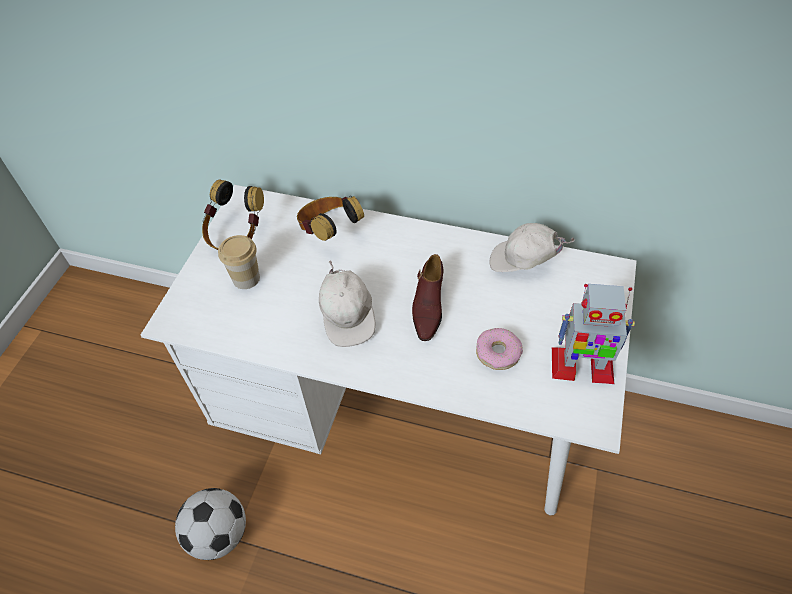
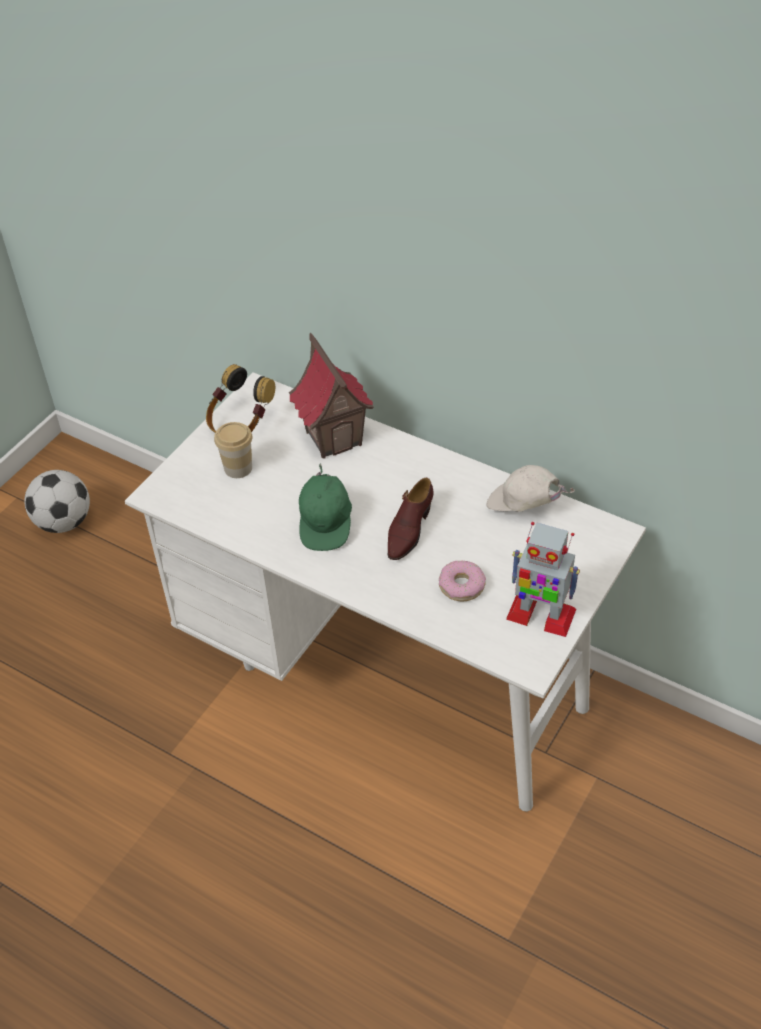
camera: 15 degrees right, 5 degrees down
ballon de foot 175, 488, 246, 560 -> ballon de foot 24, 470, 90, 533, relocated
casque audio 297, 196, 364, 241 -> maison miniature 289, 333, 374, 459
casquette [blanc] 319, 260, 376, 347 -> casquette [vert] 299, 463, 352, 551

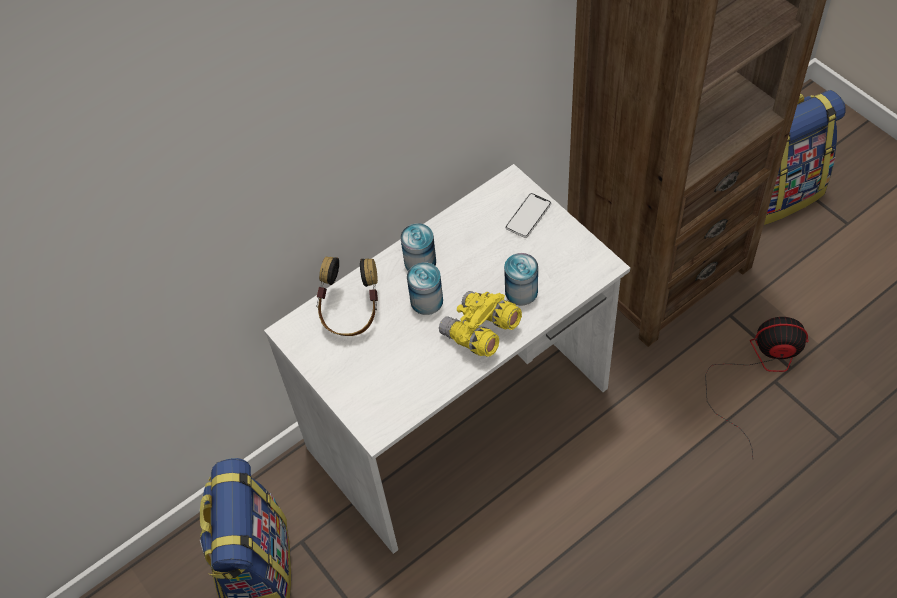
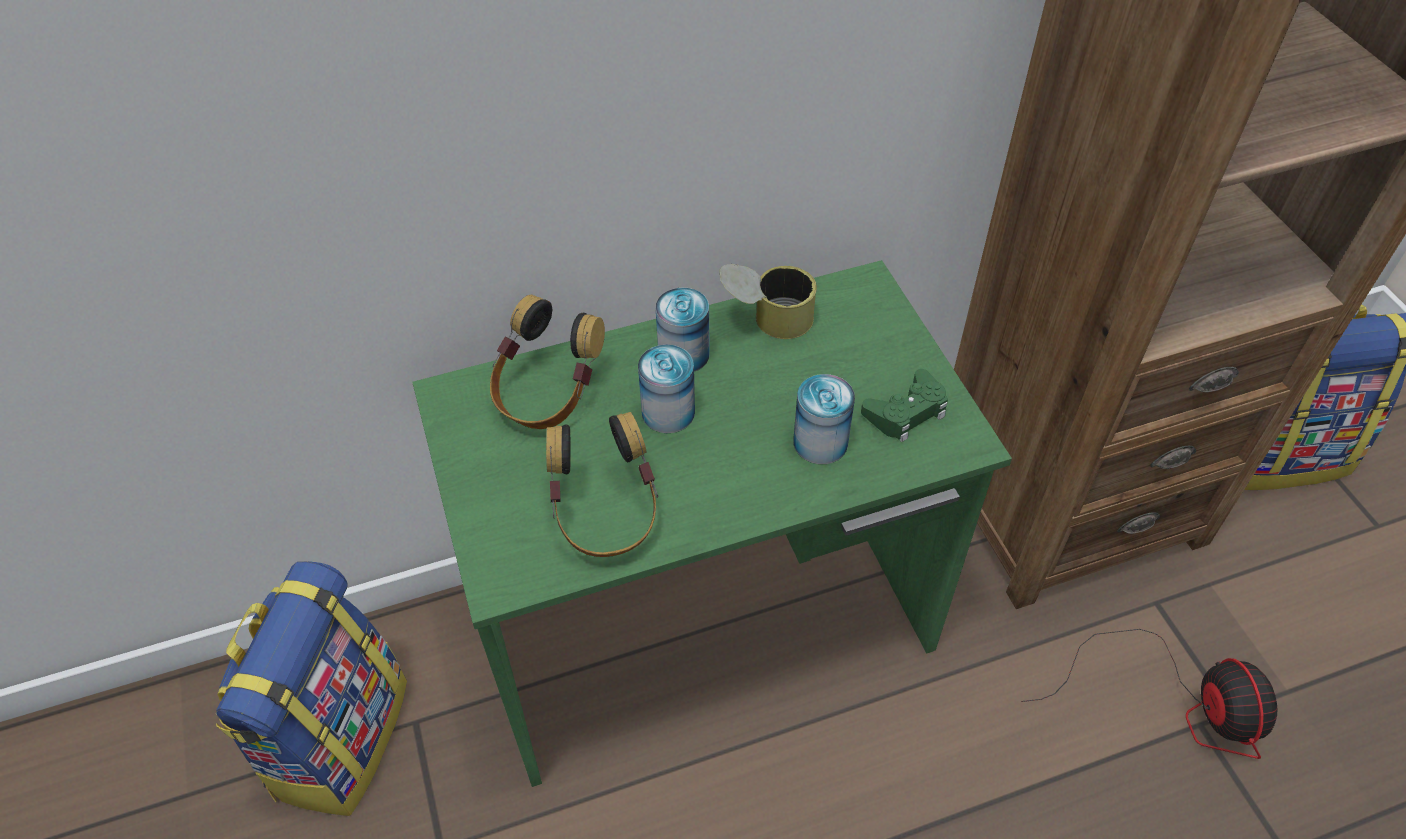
camera: 15 degrees right, 5 degrees down
jumelles [jaune] 439, 291, 522, 357 -> none
téléphone 505, 193, 551, 238 -> none
none -> casque audio 546, 412, 658, 557
none -> boîte métallique 720, 264, 817, 339
none -> manette [vert] 861, 369, 948, 442
bureau [blanc] 264, 164, 630, 554 -> bureau [vert] 412, 260, 1012, 787
ventilateur 705, 317, 809, 458 -> ventilateur 1021, 629, 1277, 759, 60 degrees clockwise

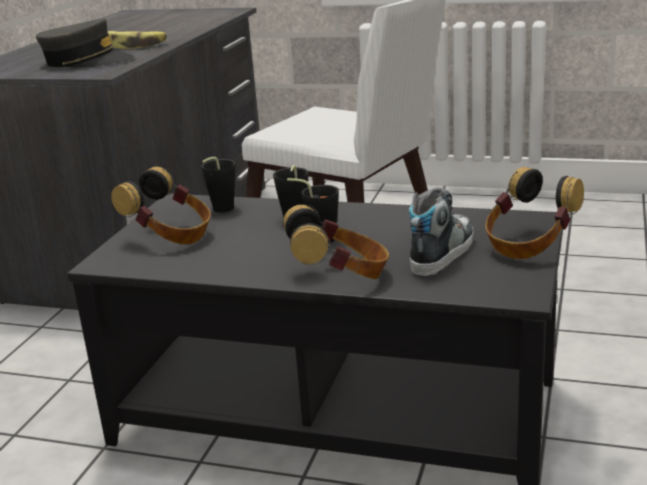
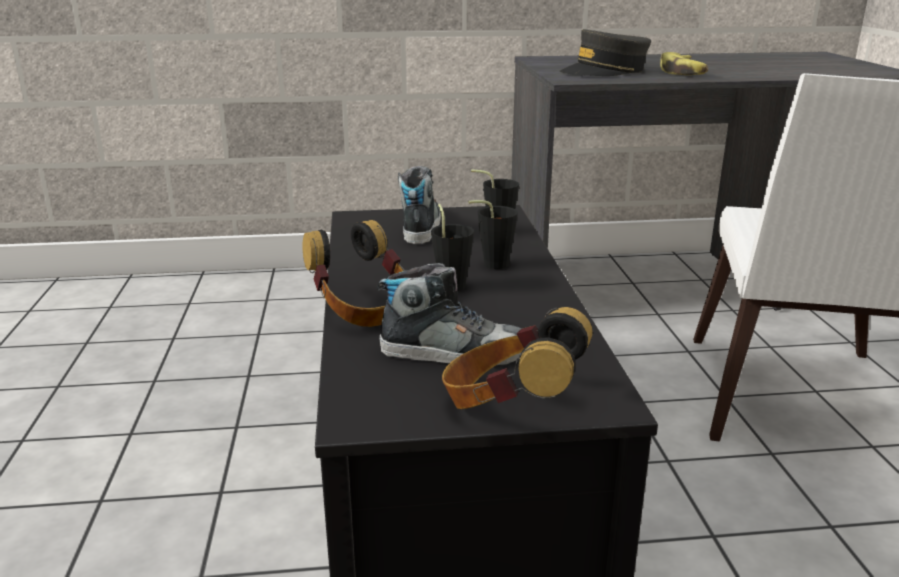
camera: 65 degrees right, 0 degrees up
casque audio 111, 167, 211, 244 -> chaussure 398, 166, 441, 244
casquette [gris] 36, 18, 135, 68 -> casquette [gris] 559, 29, 651, 76, 90 degrees clockwise

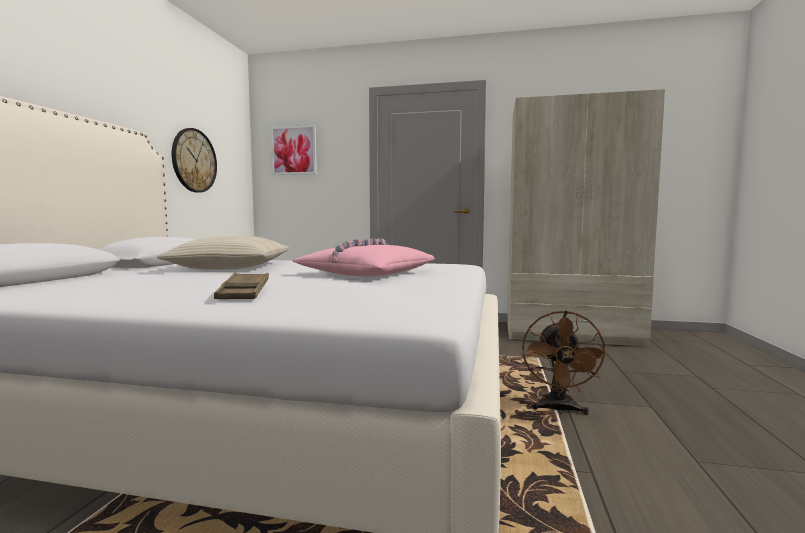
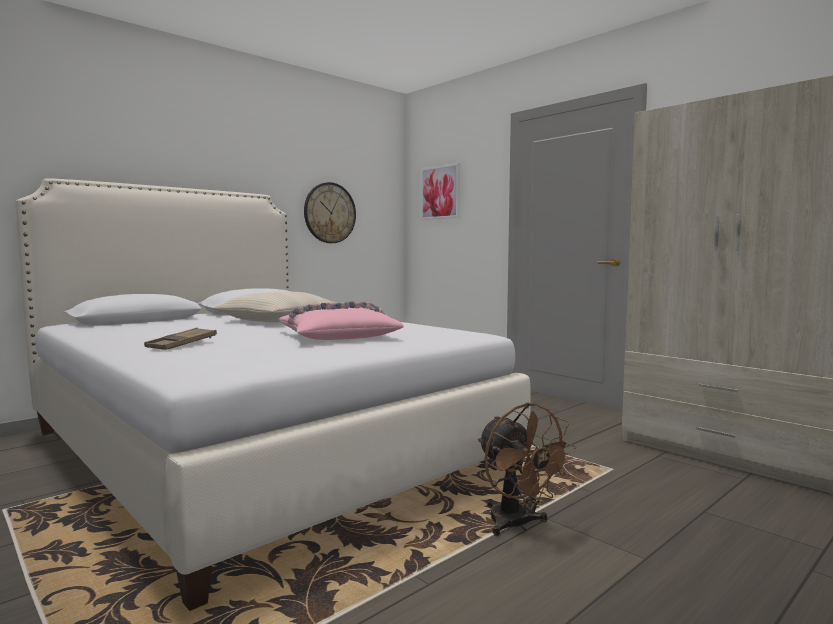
camera: 35 degrees right, 0 degrees up
ventilateur [marron] 522, 310, 609, 415 -> ventilateur [marron] 478, 403, 576, 536, 75 degrees counterclockwise

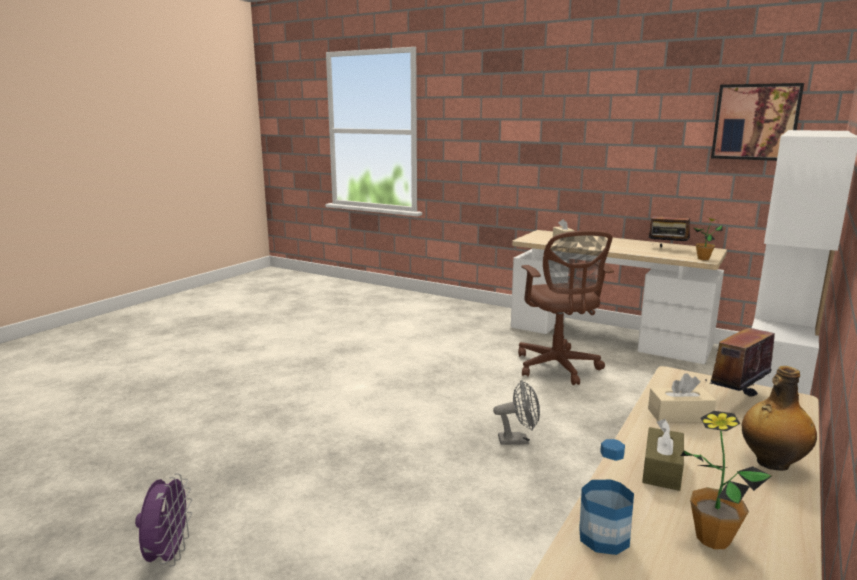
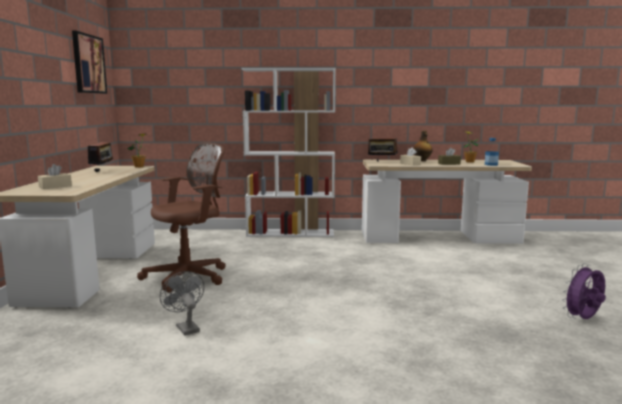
camera: 120 degrees left, 5 degrees down
ventilateur [gris] 493, 380, 540, 445 -> ventilateur [gris] 160, 271, 204, 336, relocated

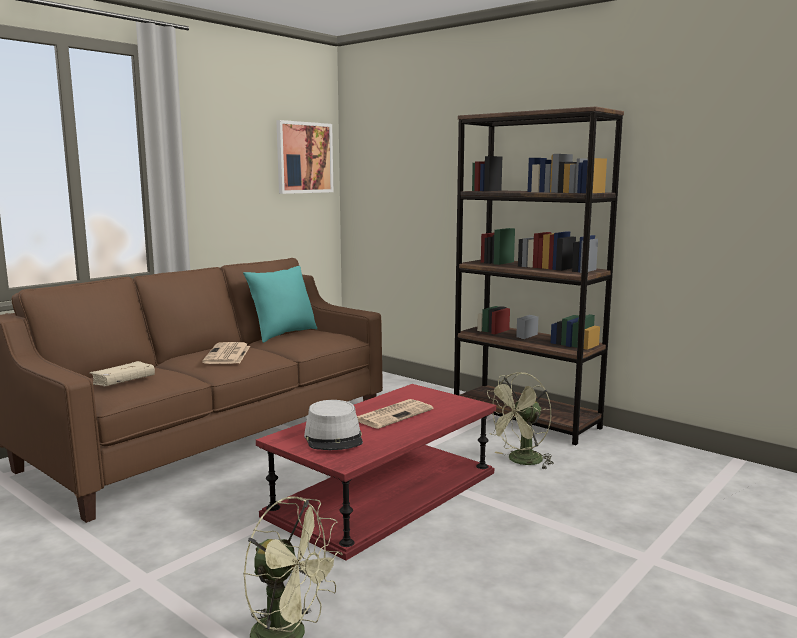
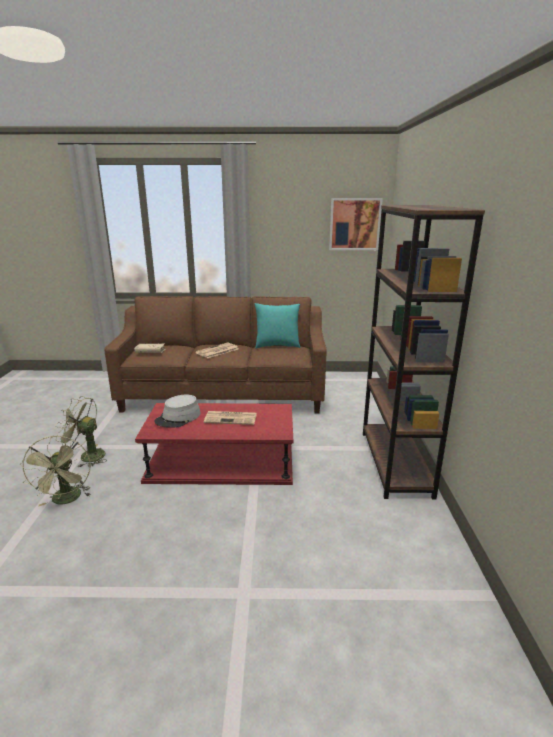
camera: 50 degrees right, 10 degrees up
ventilateur [vert] 487, 372, 554, 470 -> ventilateur [vert] 55, 396, 107, 467, relocated

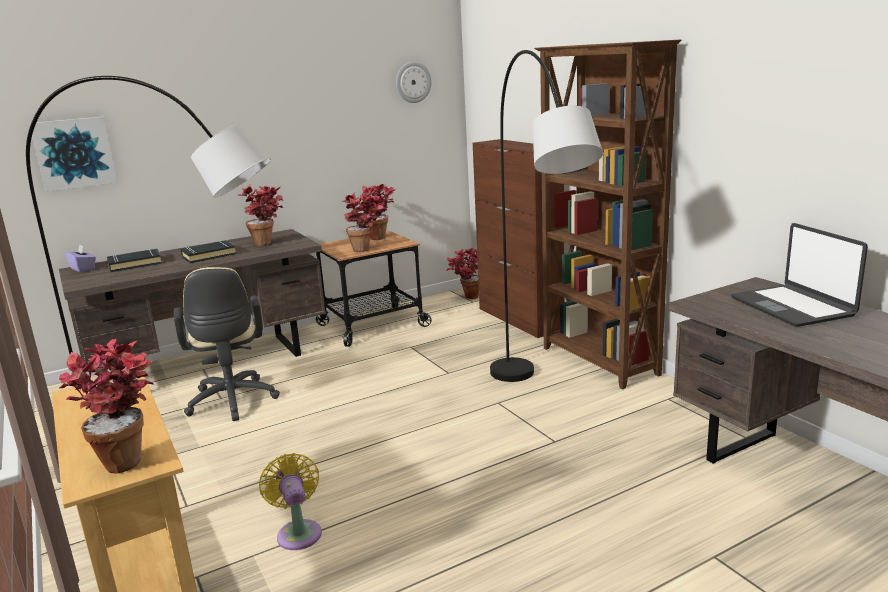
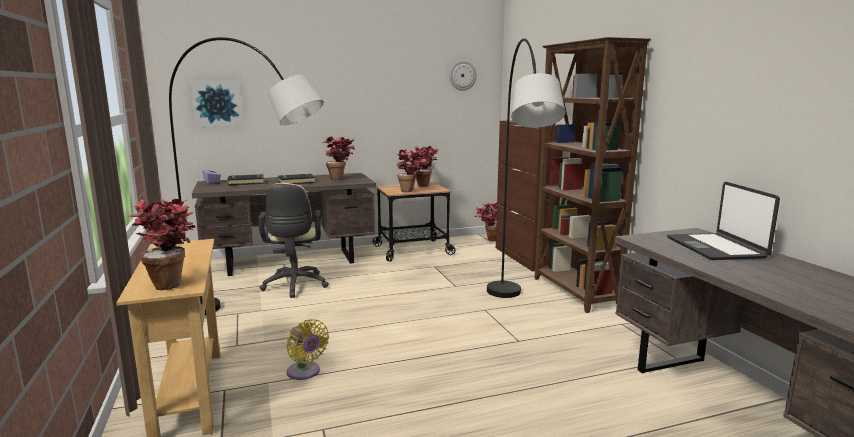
camera: 10 degrees right, 5 degrees down
ventilateur [jaune] 259, 453, 322, 550 -> ventilateur [jaune] 286, 319, 329, 380, 150 degrees clockwise

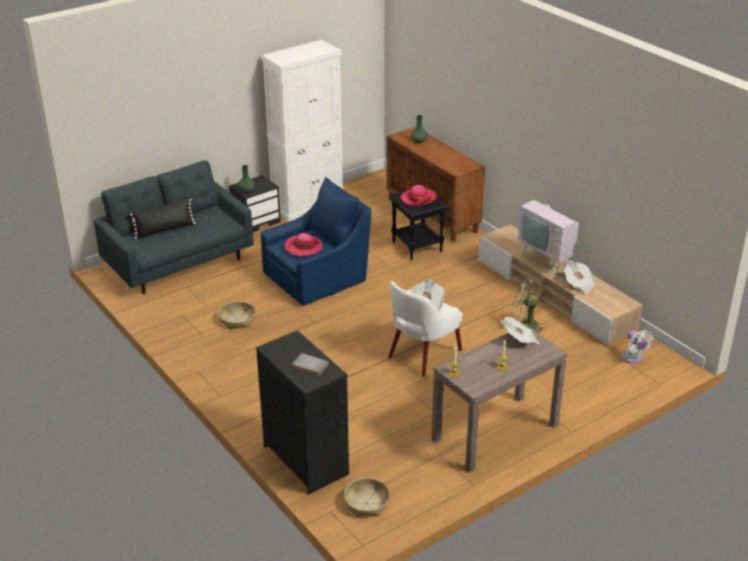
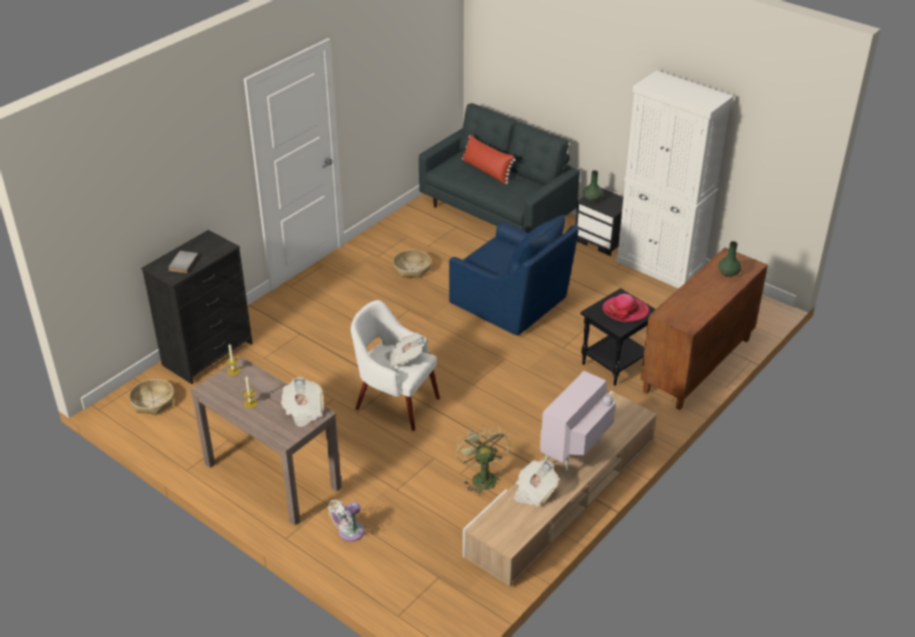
camera: 75 degrees right, 5 degrees up
chapeau 284, 233, 323, 256 -> none
ventilateur [blanc] 622, 330, 653, 364 -> ventilateur [blanc] 328, 499, 365, 542, relocated
coussin [noir] 130, 197, 195, 239 -> coussin [rouge] 462, 135, 515, 184

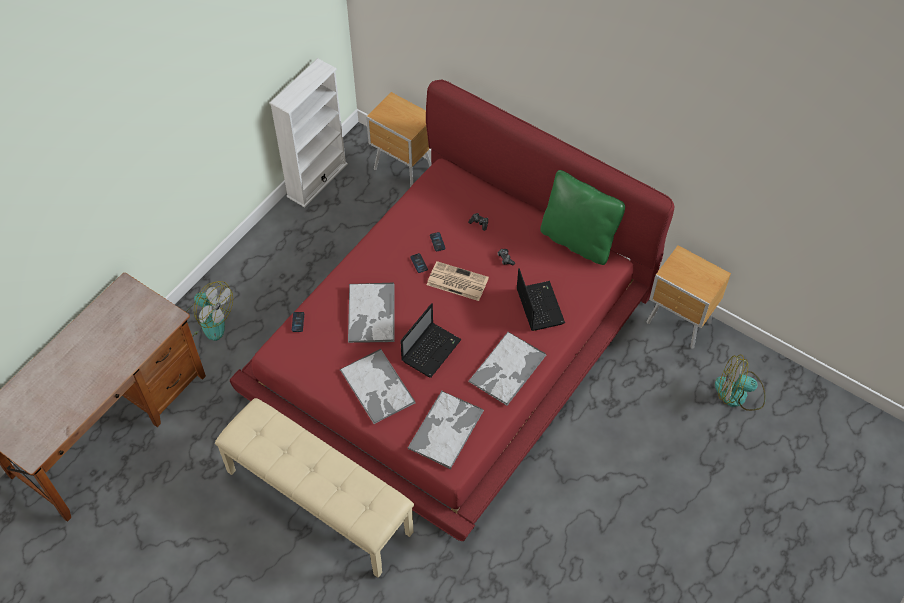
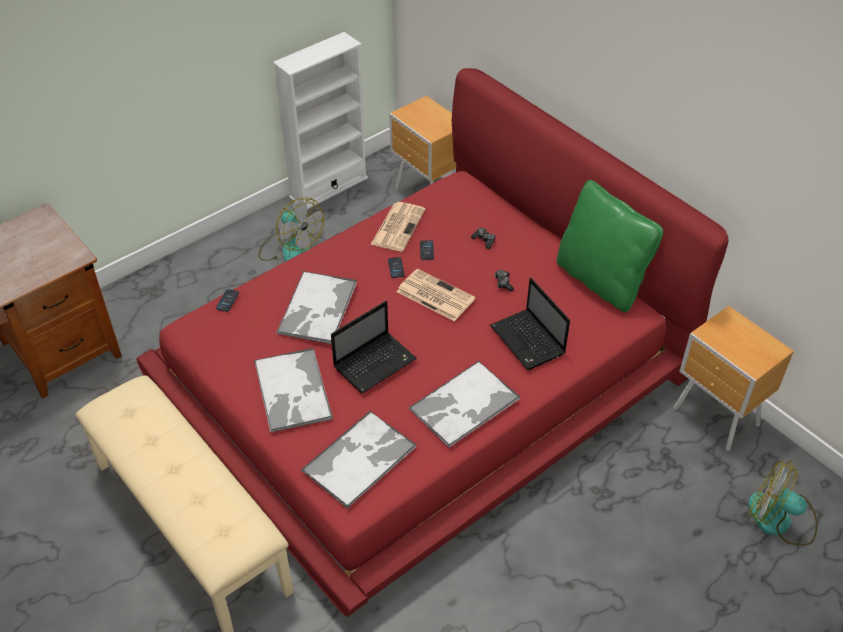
camera: 15 degrees right, 10 degrees down
none -> journal 370, 202, 426, 252
ventilateur 186, 281, 233, 341 -> ventilateur 259, 197, 324, 262, relocated
ordinateur portable 517, 268, 565, 331 -> ordinateur portable 490, 278, 570, 370, 150 degrees clockwise

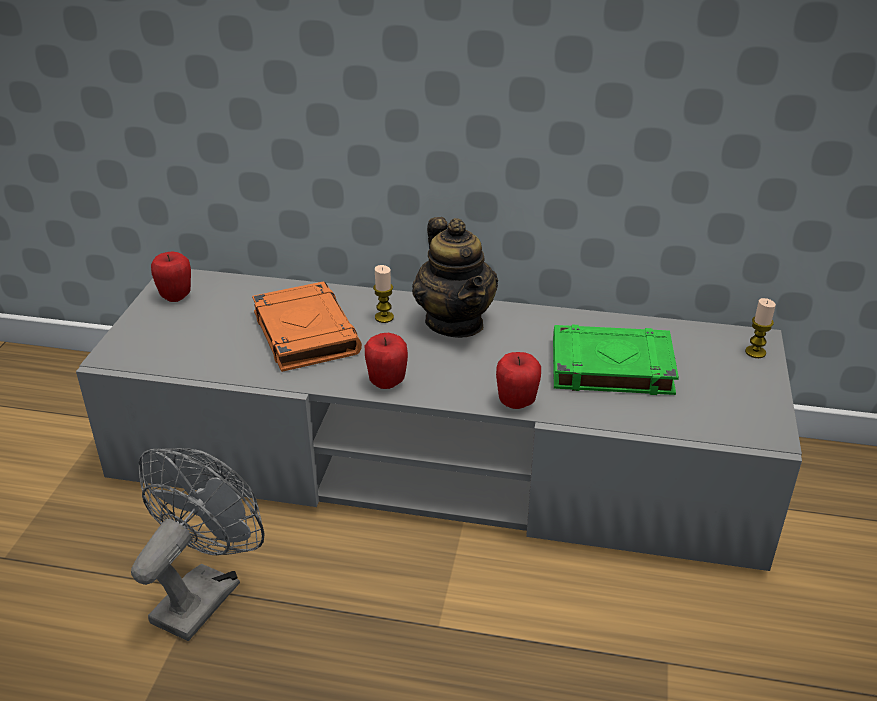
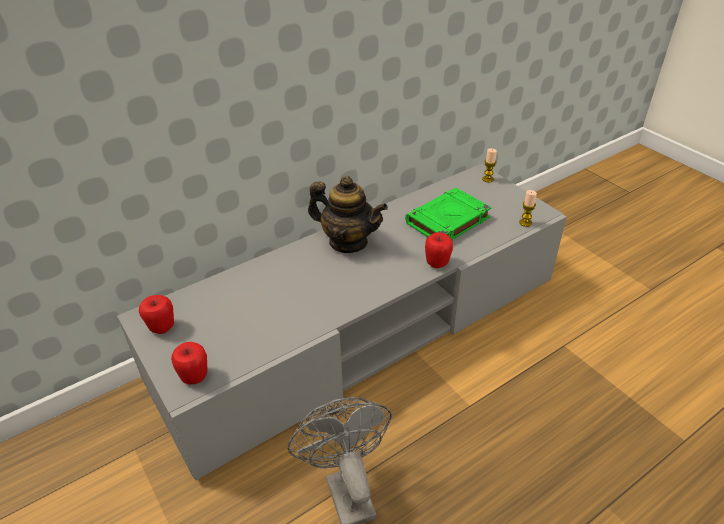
camera: 45 degrees left, 5 degrees up
livre [orange] 252, 282, 362, 372 -> none
pomme 365, 333, 408, 389 -> pomme 171, 342, 208, 384, relocated
bougie 373, 265, 394, 323 -> bougie 519, 190, 537, 227, relocated

